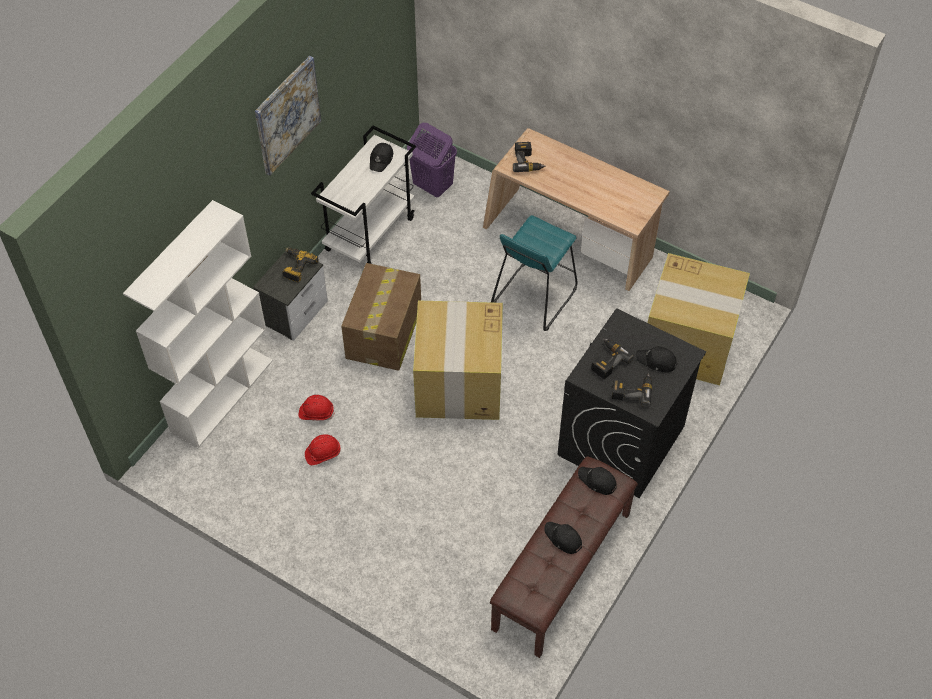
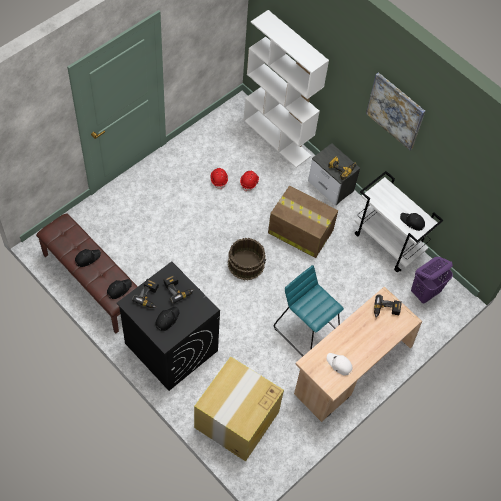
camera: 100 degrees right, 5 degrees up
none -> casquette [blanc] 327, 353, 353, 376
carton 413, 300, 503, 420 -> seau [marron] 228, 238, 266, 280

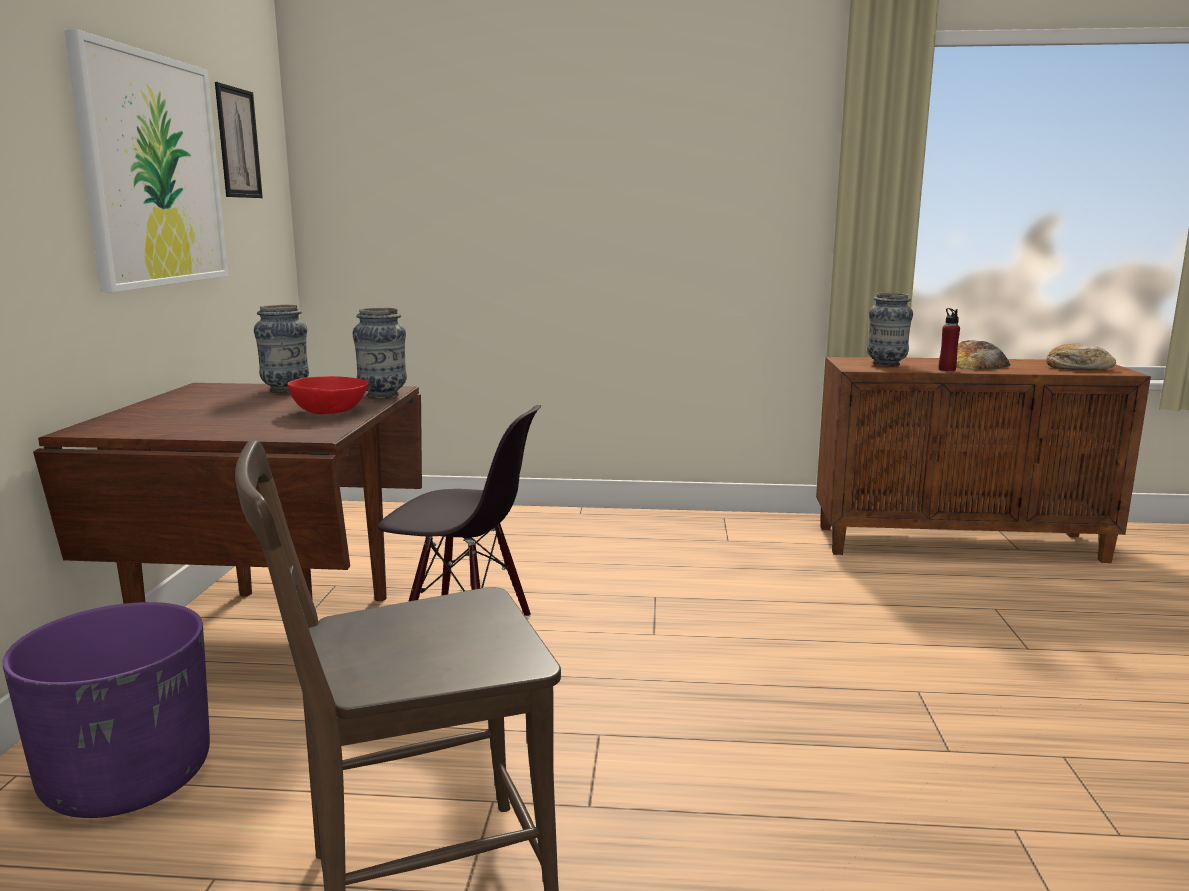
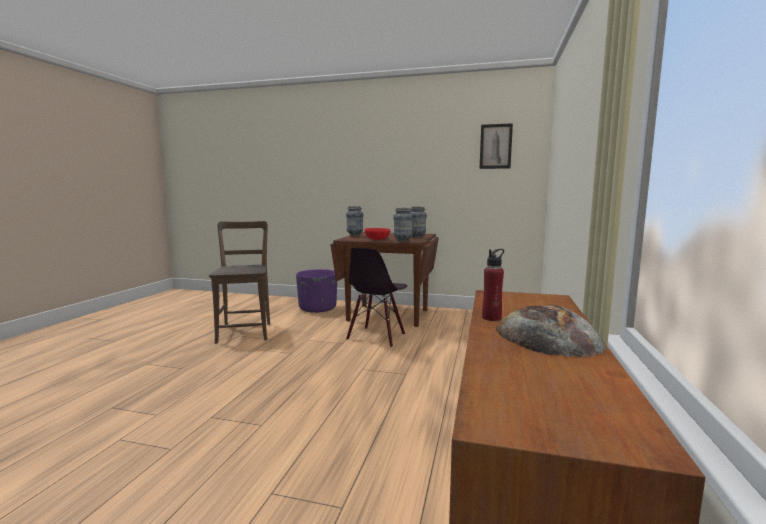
camera: 100 degrees right, 5 degrees down
tableau 64, 29, 228, 292 -> none
pain 1046, 344, 1116, 370 -> none
vase 867, 292, 913, 367 -> vase 346, 206, 364, 236, relocated

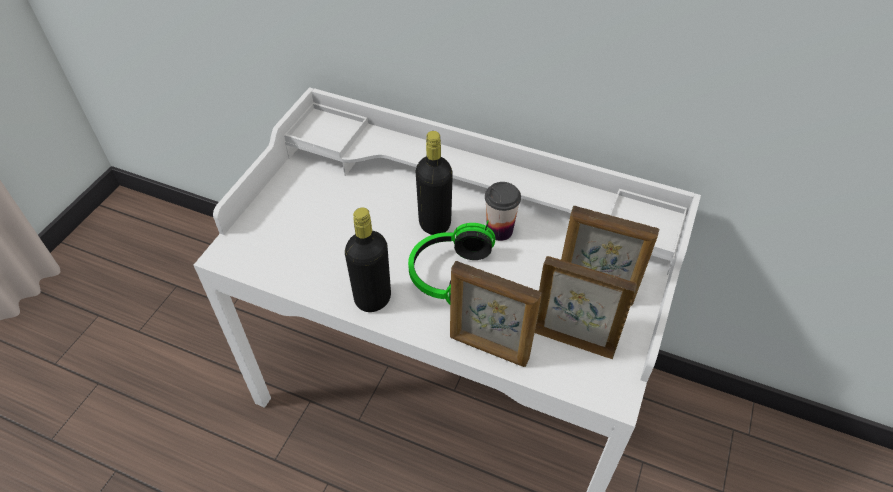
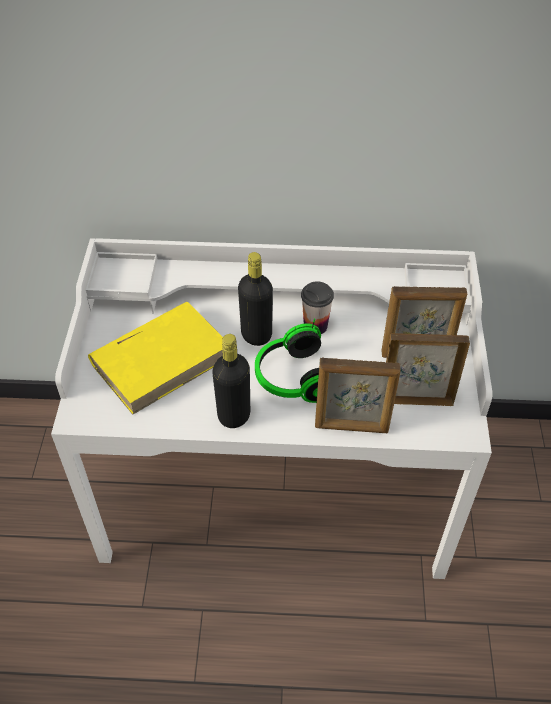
camera: 20 degrees left, 0 degrees up
none -> livre [jaune] 88, 302, 223, 415

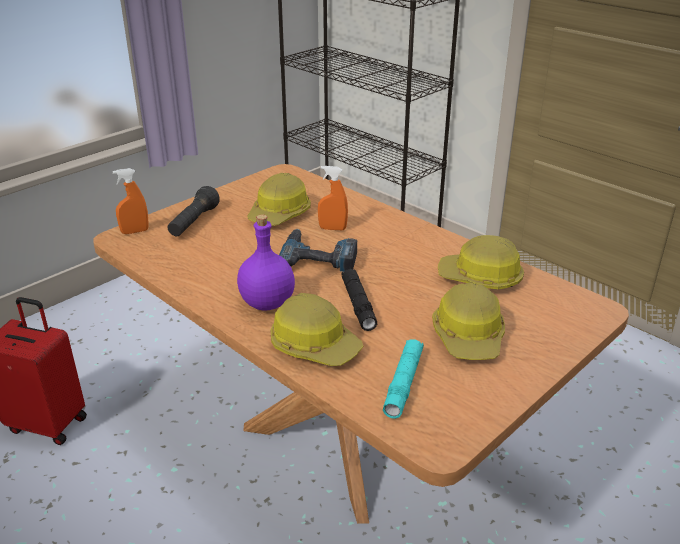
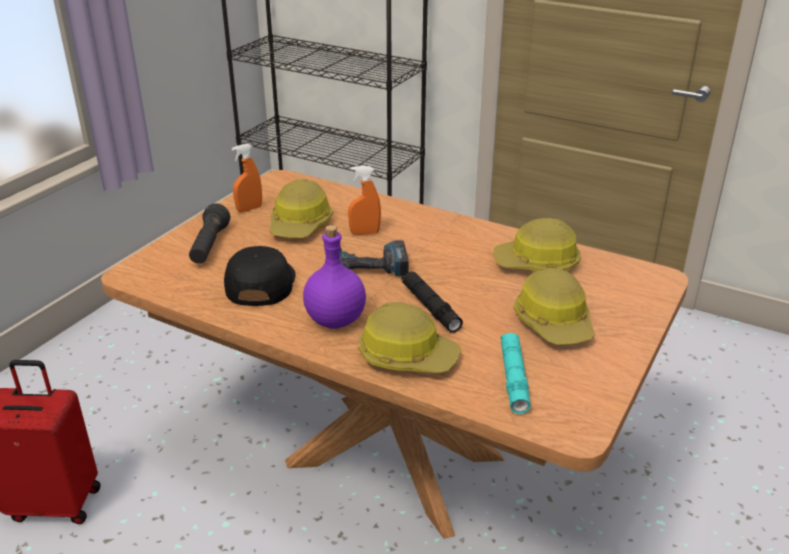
camera: 15 degrees left, 0 degrees up
none -> casquette [noir] 224, 246, 296, 306
vaporisateur [orange] 113, 168, 149, 234 -> vaporisateur [orange] 232, 143, 262, 212, relocated

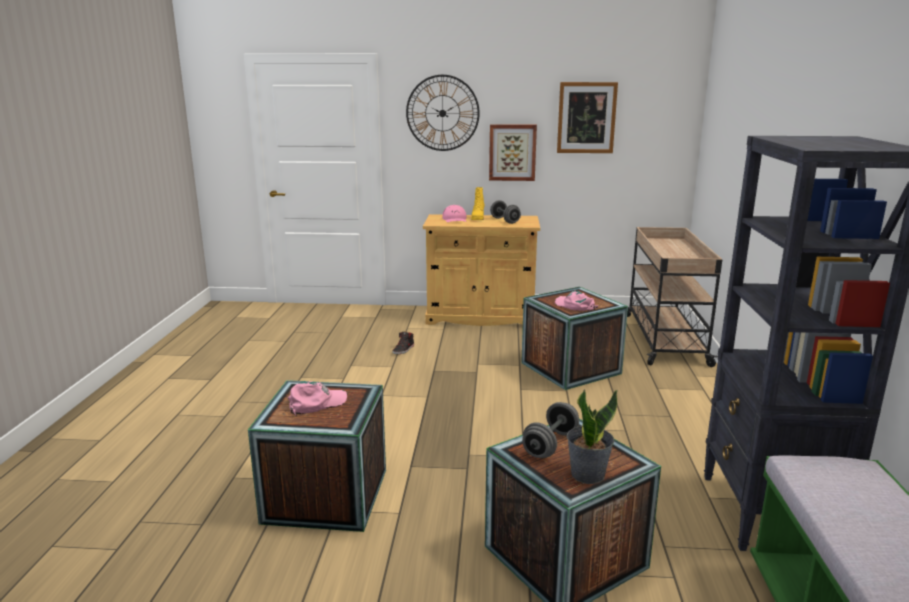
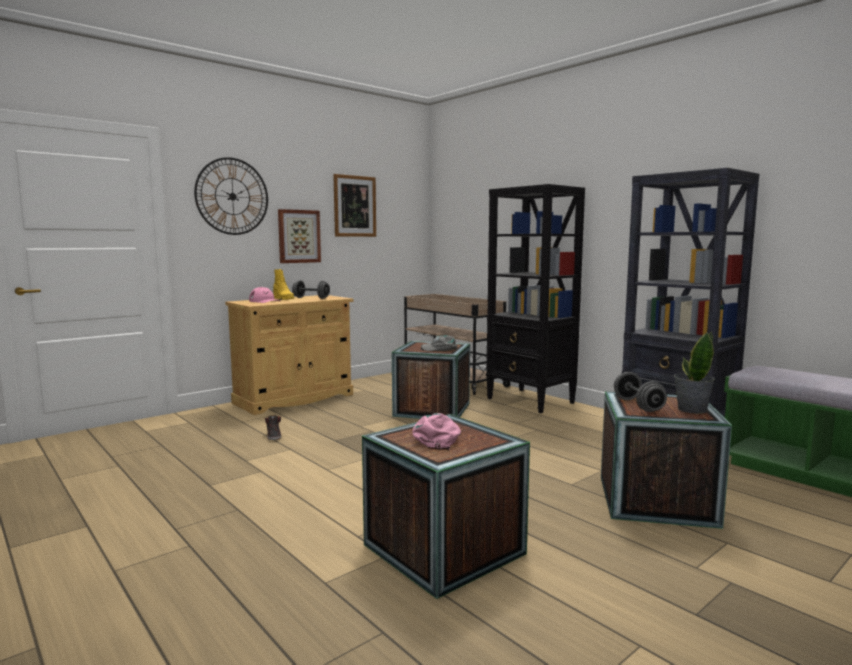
camera: 45 degrees left, 10 degrees down
none -> bibliothèque [noir] 486, 184, 585, 413
casquette [rose] 555, 291, 599, 311 -> casquette [gris] 420, 335, 458, 351

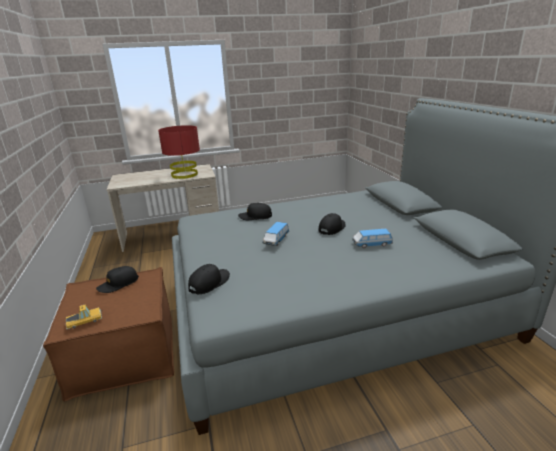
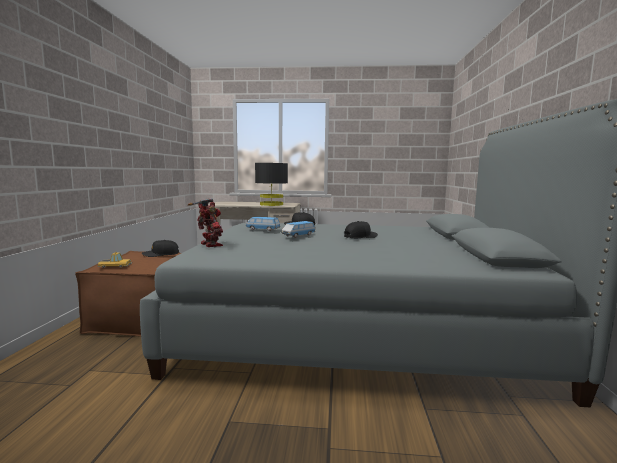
camera: 20 degrees right, 15 degrees down
petite voiture 352, 229, 393, 248 -> petite voiture 246, 217, 280, 231, relocated
casquette [noir] 188, 264, 230, 294 -> robot jouet 188, 198, 223, 247
lampe de table [rouge] 158, 125, 200, 179 -> lampe de table [noir] 255, 163, 288, 206

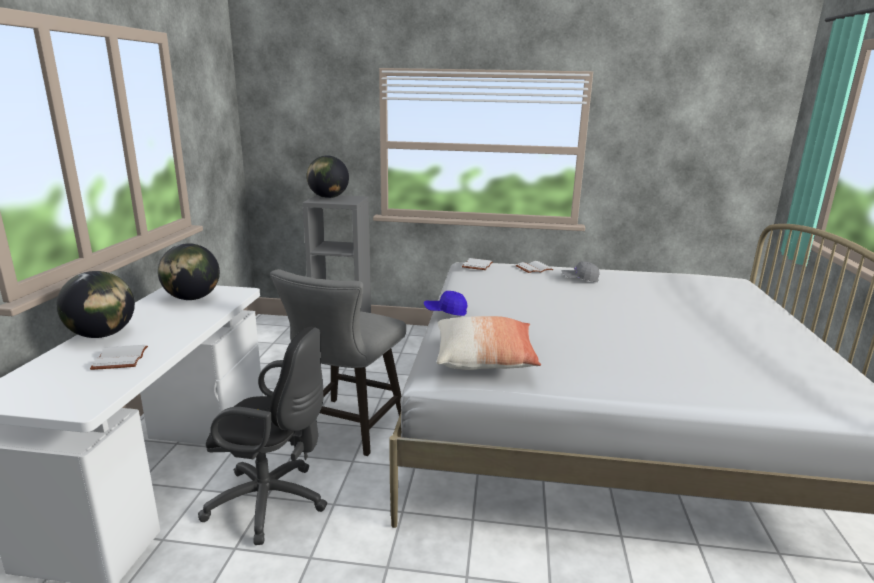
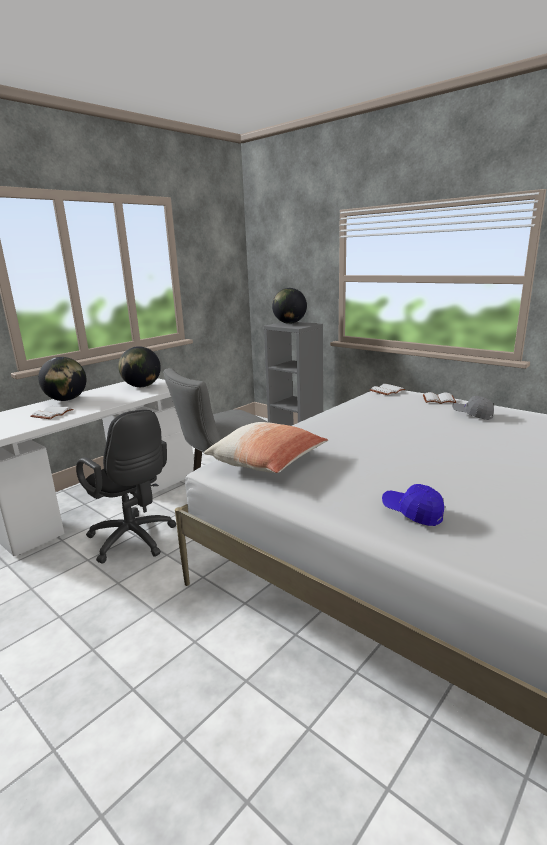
camera: 35 degrees right, 0 degrees up
casquette [bleu] 424, 291, 467, 316 -> casquette [bleu] 382, 484, 444, 526, relocated

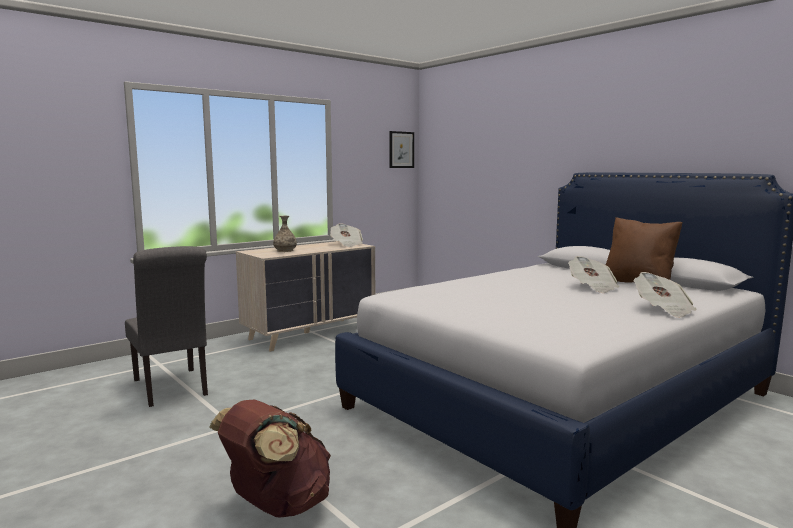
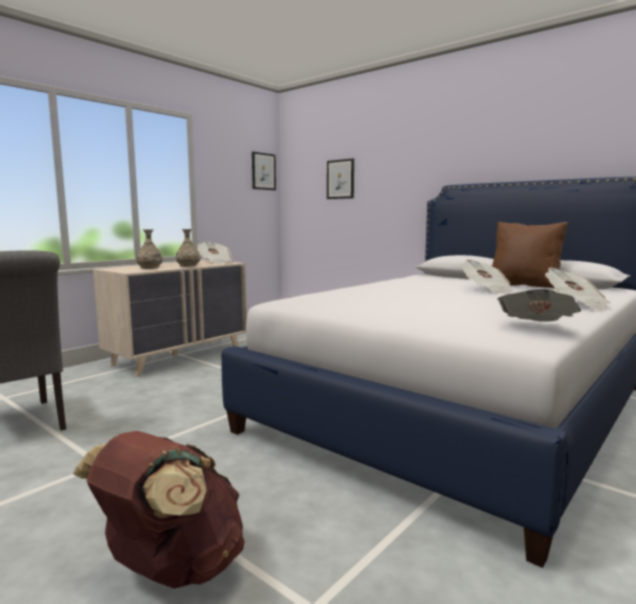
camera: 10 degrees left, 0 degrees up
none -> vase 176, 229, 200, 267
none -> tableau 327, 158, 354, 199
none -> journal 498, 289, 581, 322

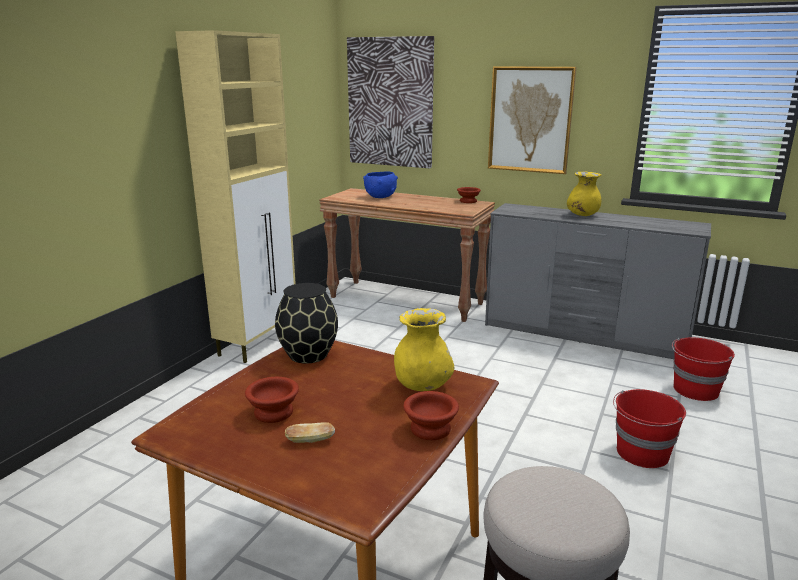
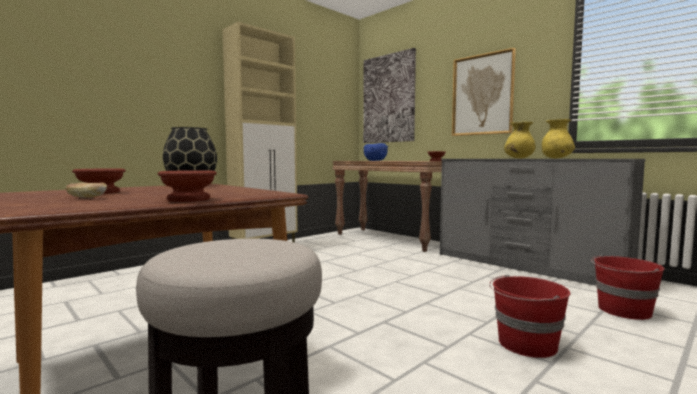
camera: 20 degrees right, 15 degrees down
vase [jaune] 394, 308, 454, 391 -> vase [jaune] 542, 119, 575, 158, relocated

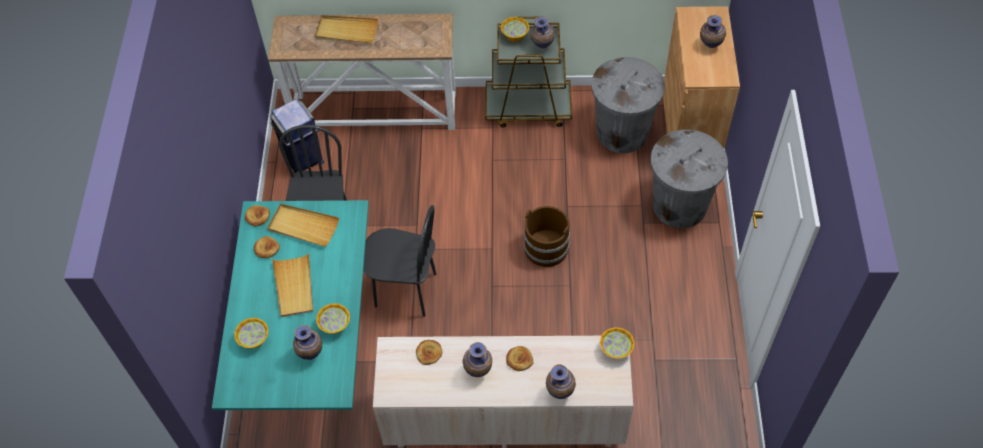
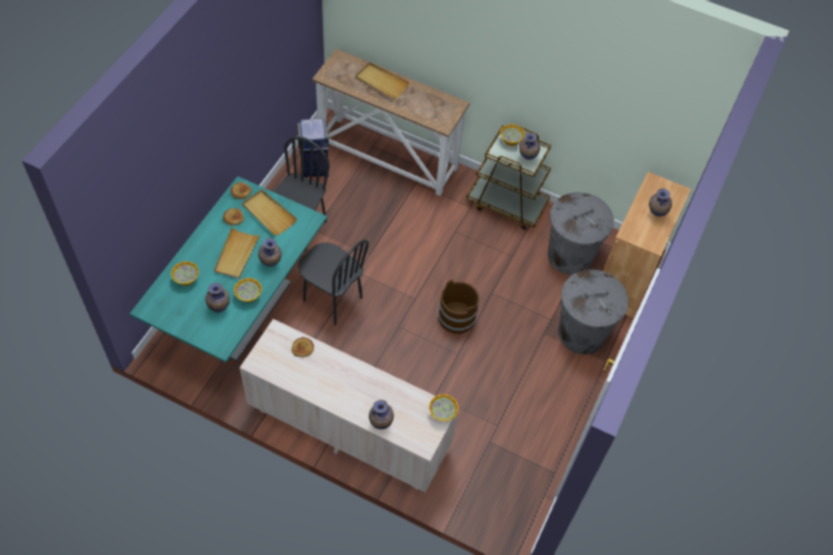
camera: 20 degrees right, 0 degrees up
pain 506, 346, 533, 371 -> none
vase 463, 342, 492, 377 -> vase 258, 238, 282, 267, relocated

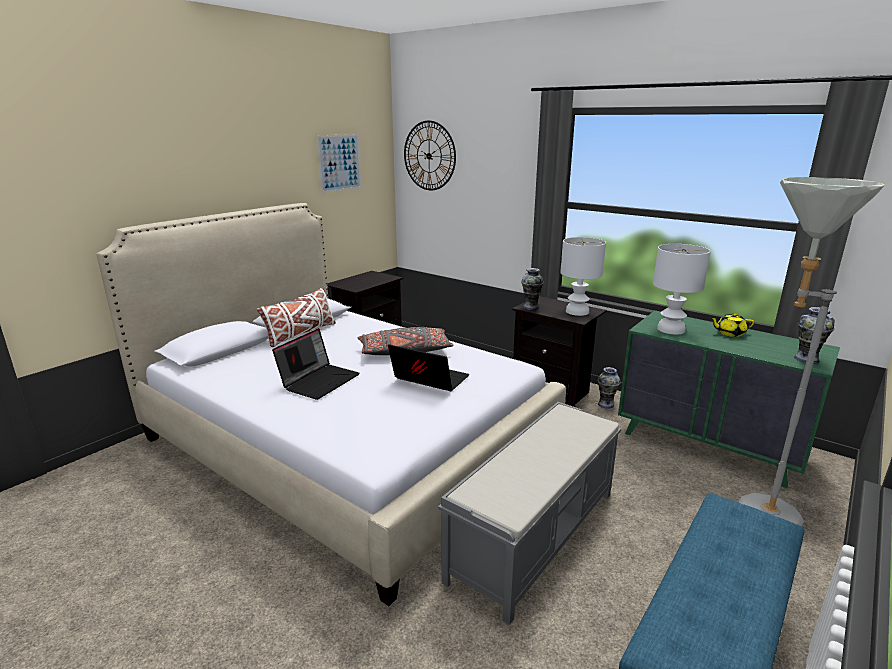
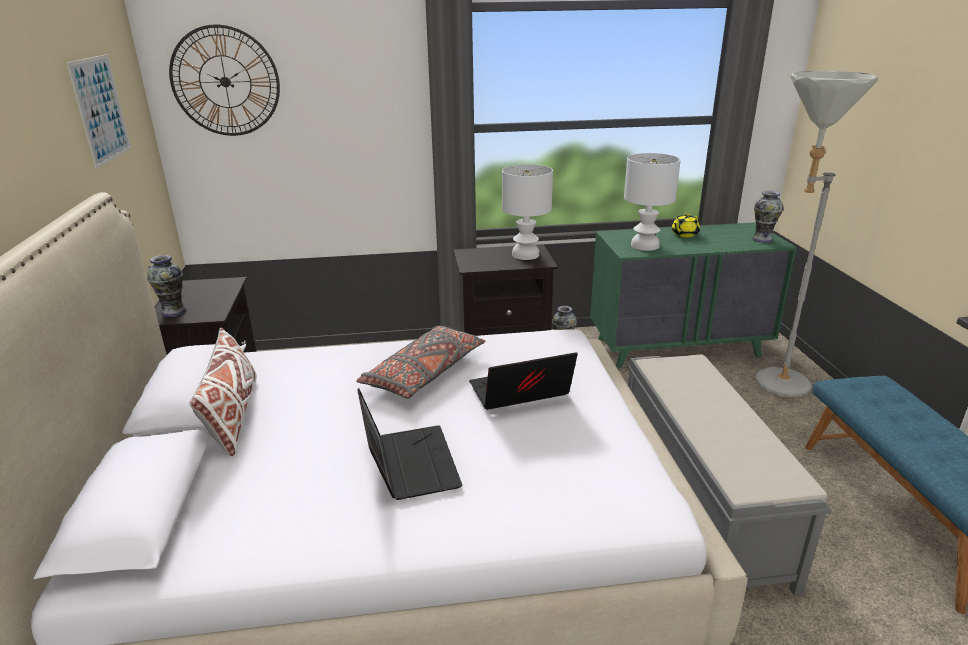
camera: 45 degrees left, 5 degrees up
vase 521, 268, 544, 310 -> vase 147, 255, 187, 317, relocated

